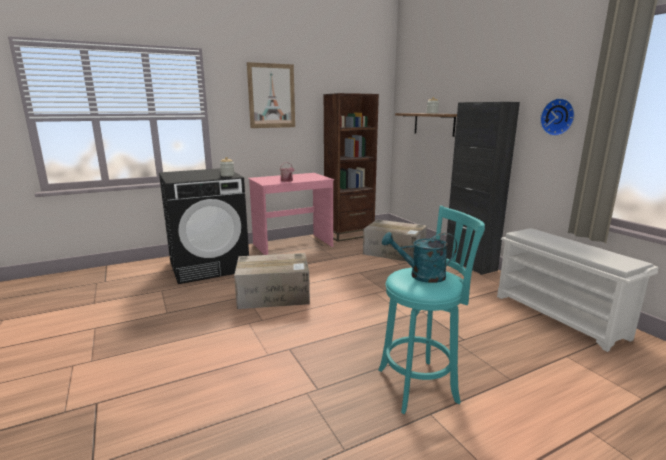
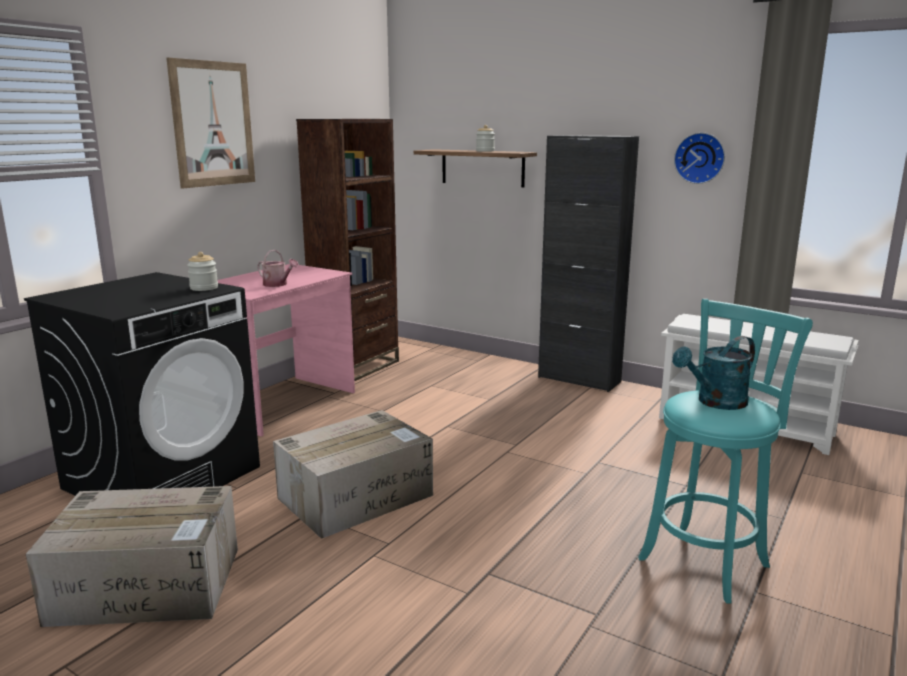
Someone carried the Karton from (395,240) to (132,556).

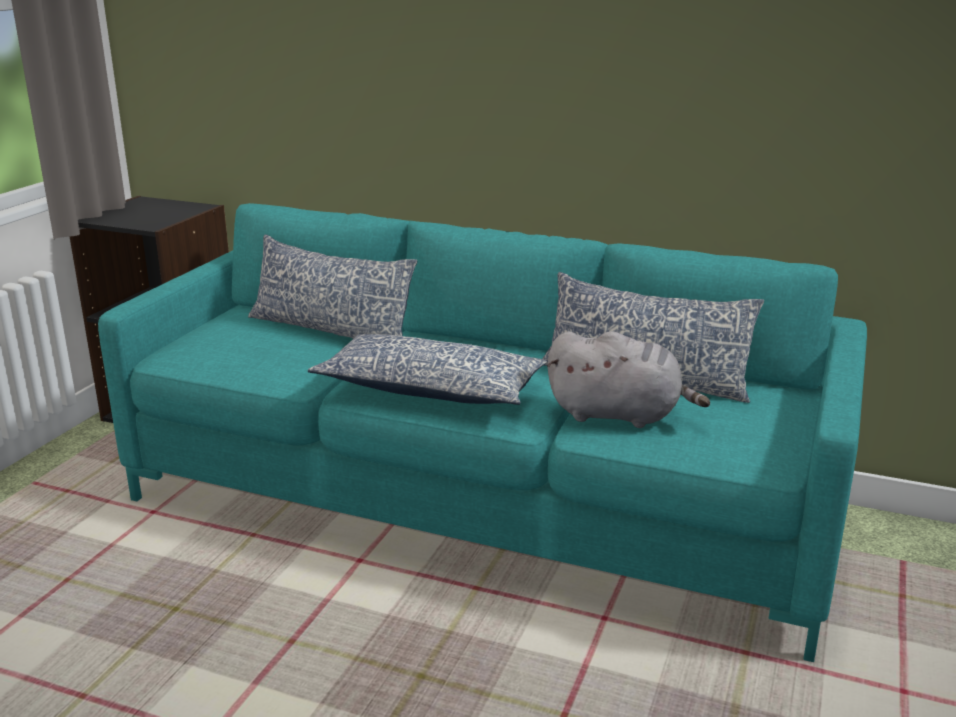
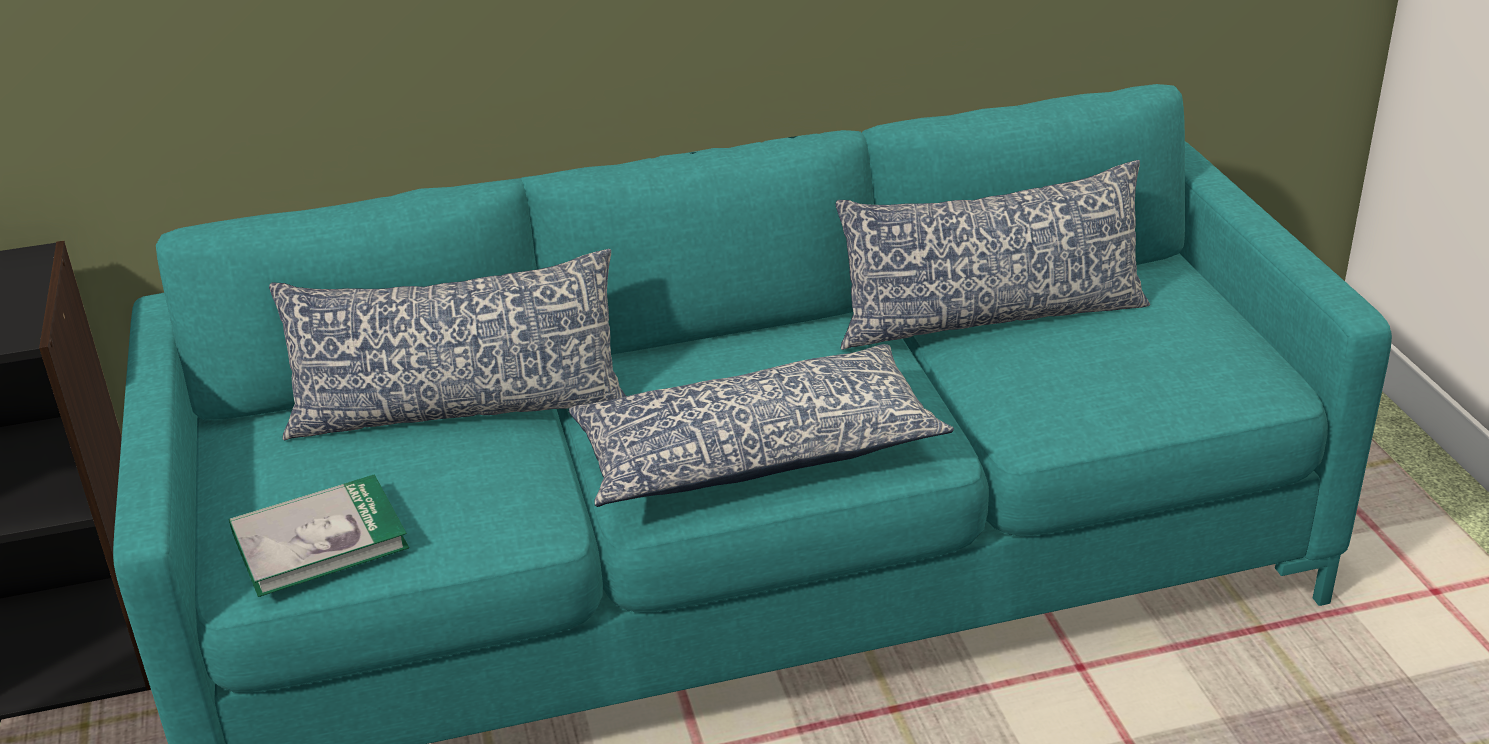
Someone put down the Buch at (319,535).
Someone took away the Plüschtier/grau at (628,379).

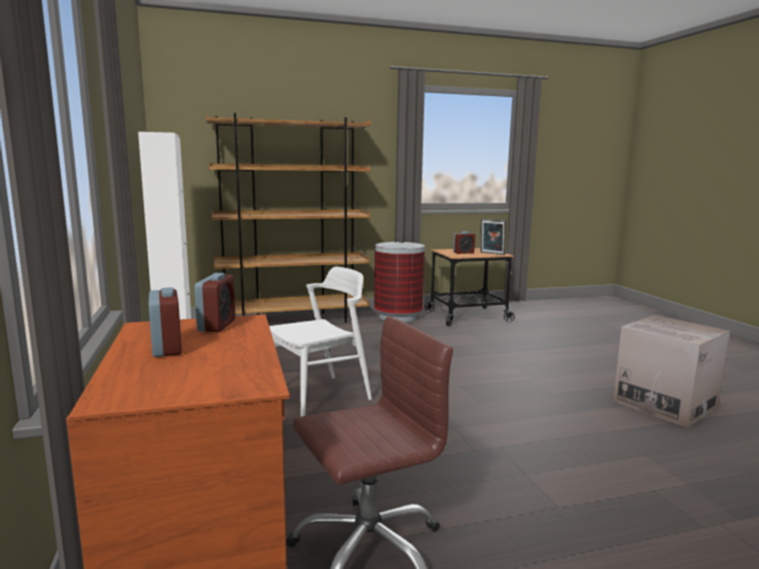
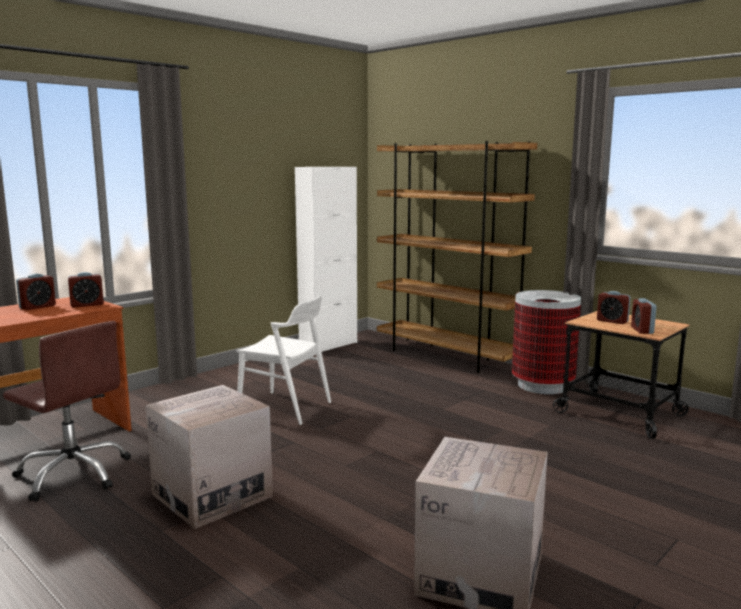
Someone put down the Karton at (209,457).
Someone swapped the Bilderrahmen at (493,237) for the Wecker at (643,316).

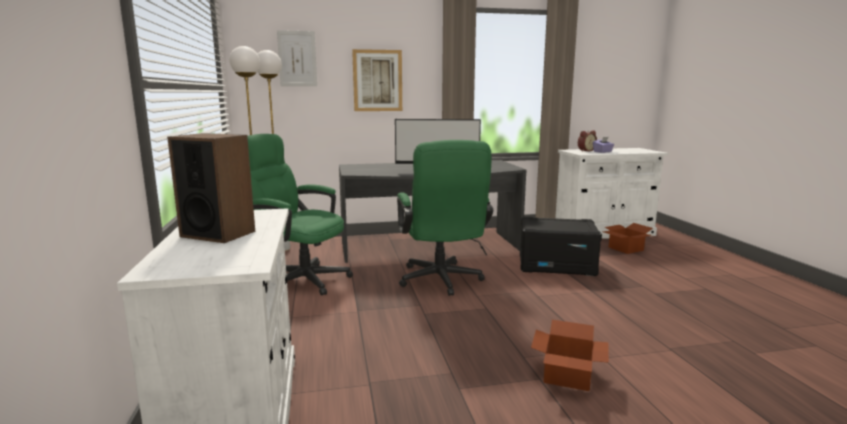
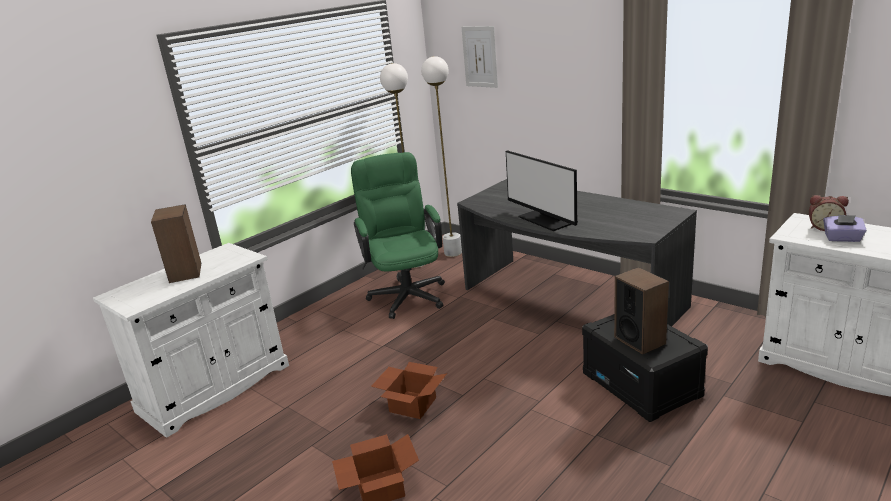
Someone carried the Karton from (628,238) to (409,390).
Someone put down the Lautsprecher at (641,310).
Someone took away the Bild at (377,80).
Someone took away the Bürostuhl/grün at (445,218).

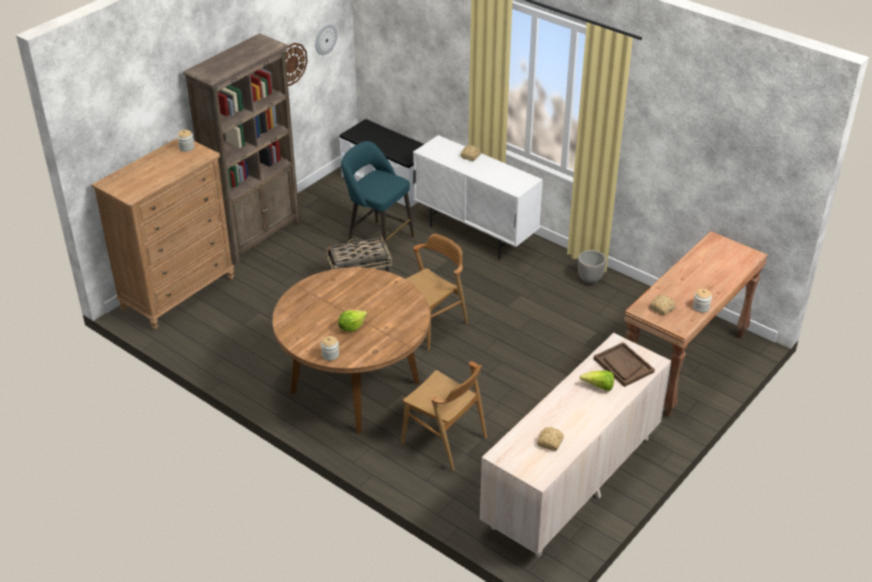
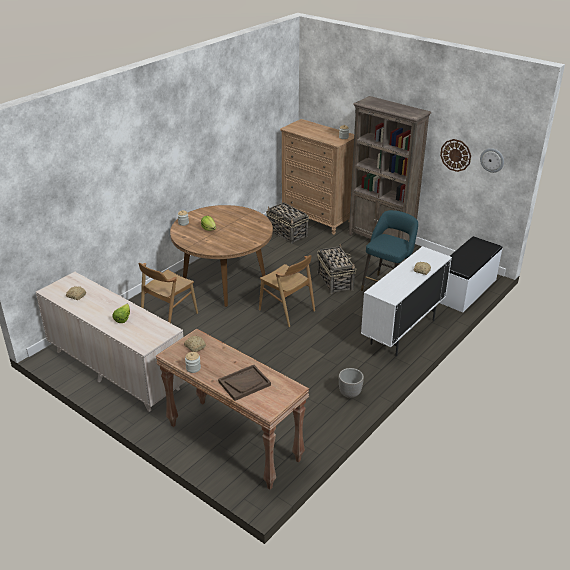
Someone carried the Tablett/braun from (624,364) to (244,383).
Someone put down the Korb at (287,223).

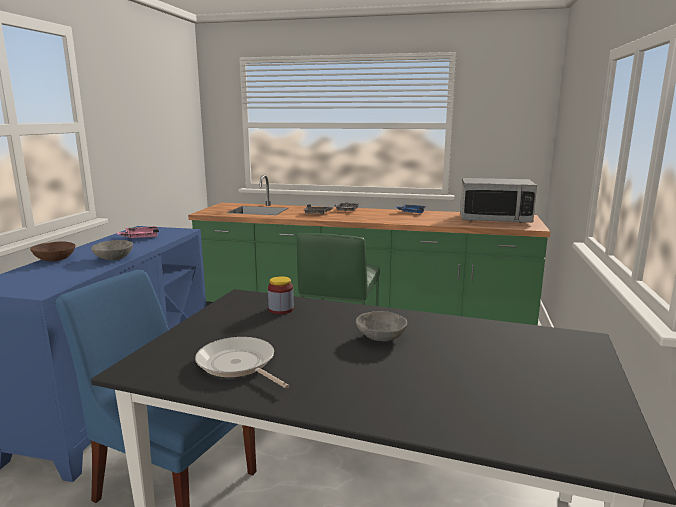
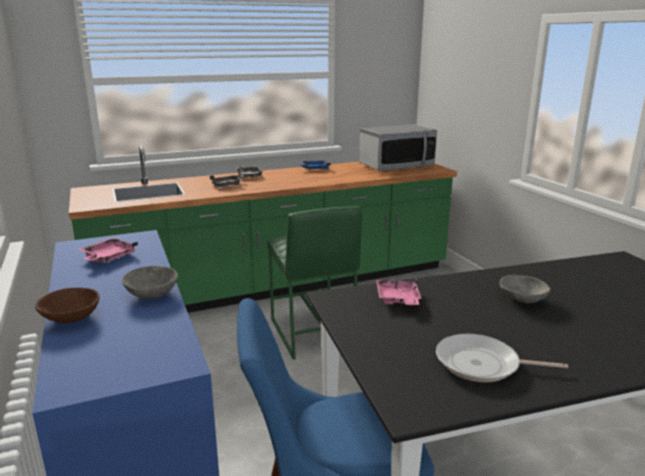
Someone swapped the Vorratsglas at (281,295) for the Tablett/rosa at (399,291).

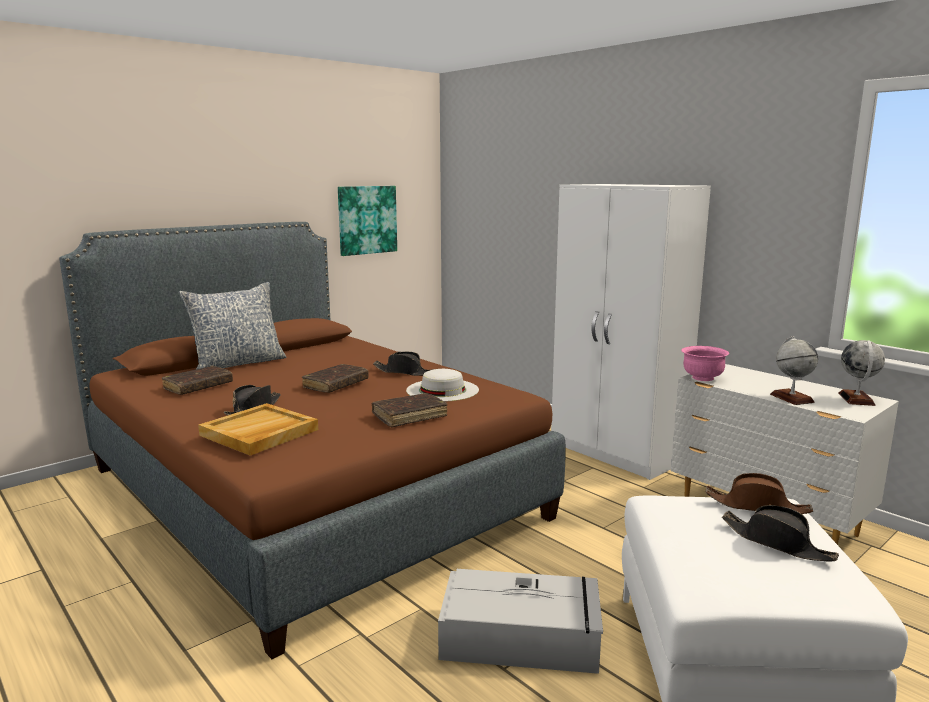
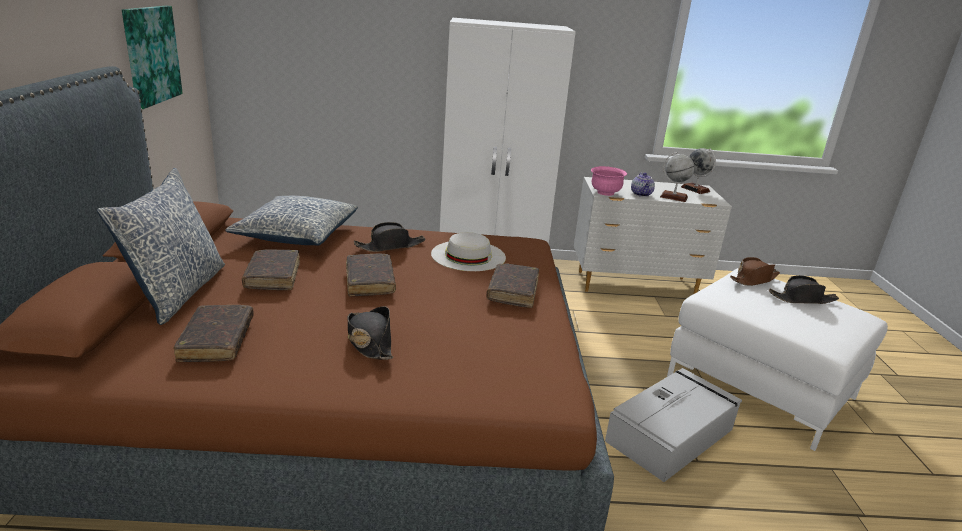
Someone put down the Kissen at (291,221).
Someone put down the Buch/braun at (271,269).
Someone put down the Teekanne at (643,185).
Someone took away the Tablett/beige at (258,429).

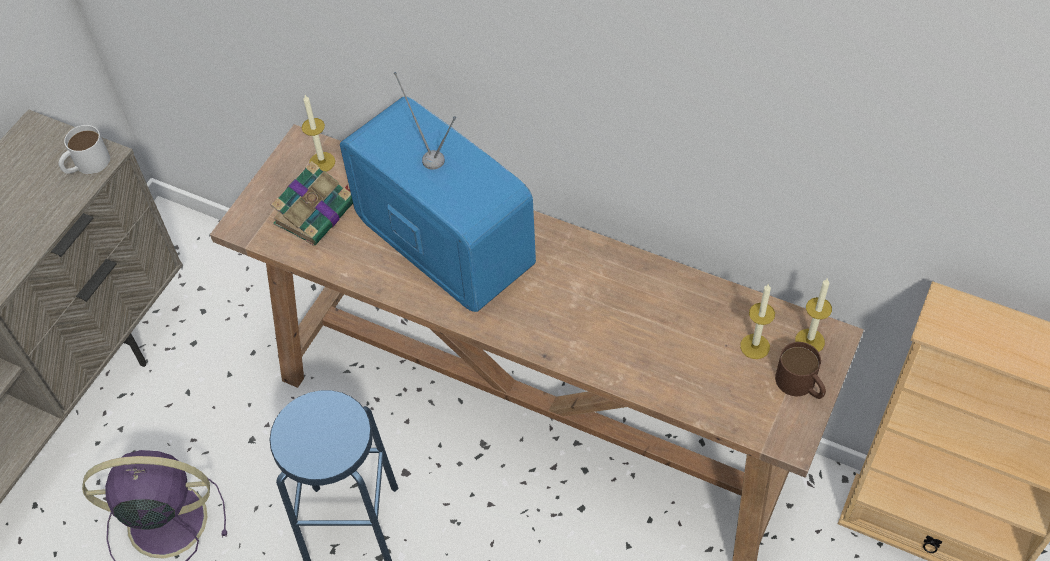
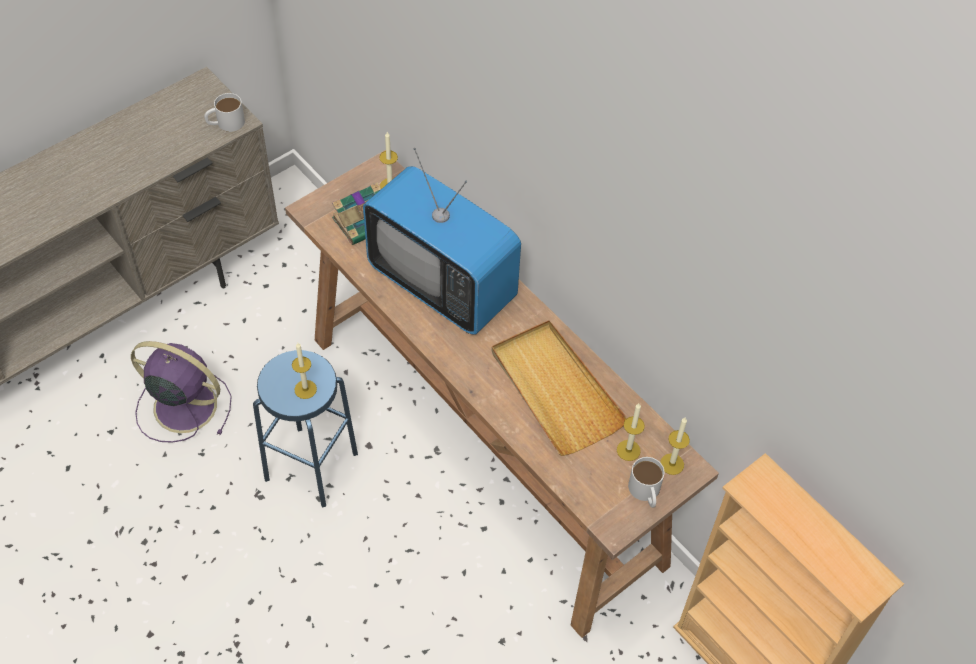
Someone put down the Kerze at (304,371).
Someone rotated the Fernseher at (438,192) by 150 degrees clockwise.
Someone put down the Tablett/beige at (559,388).
Someone repainted the Henkelbecher/braun at (800,370), which became the Henkelbecher/weiß at (646,482).

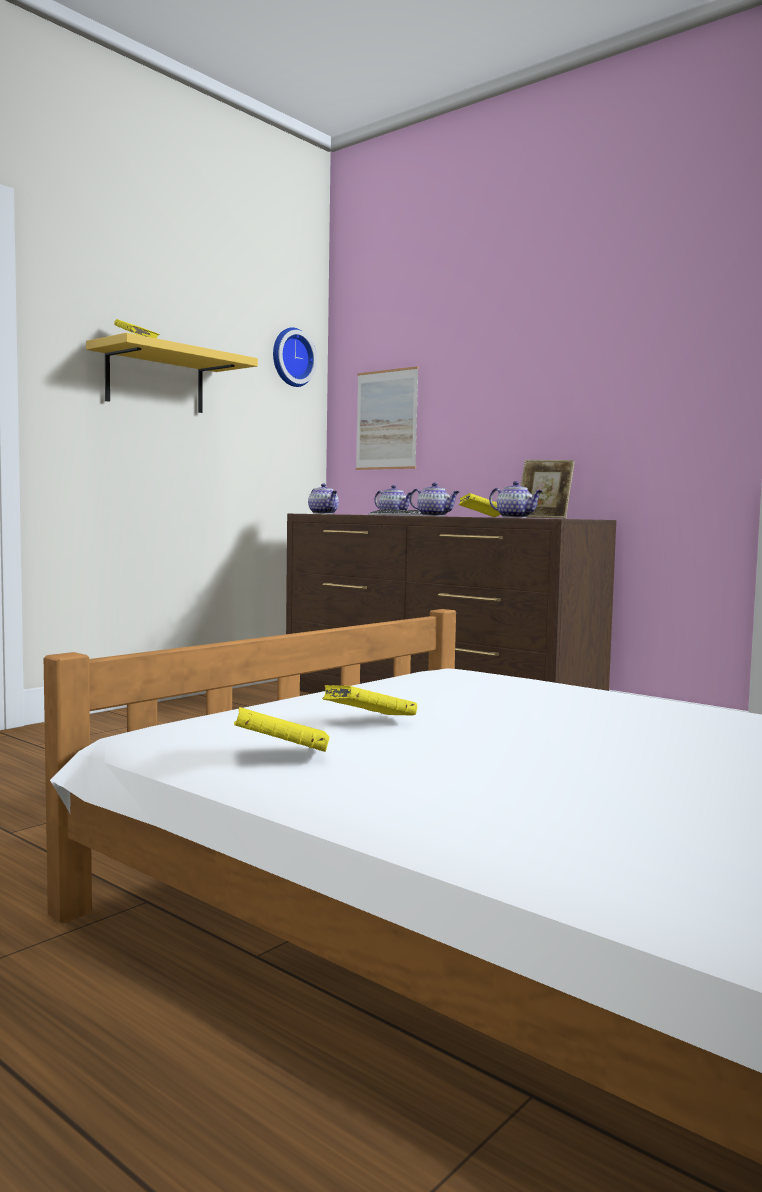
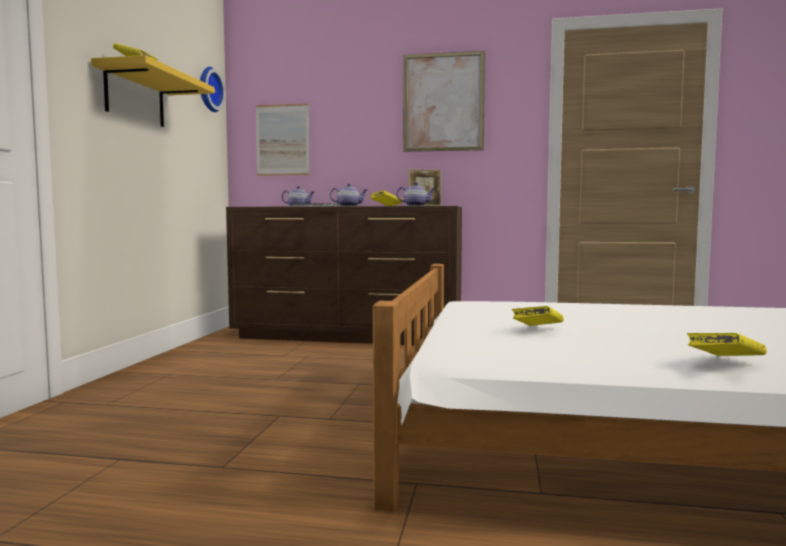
Someone put up the Bild at (444,101).
Someone carried the Buch/gelb from (282,729) to (727,344).
Someone took away the Teekanne at (323,498).

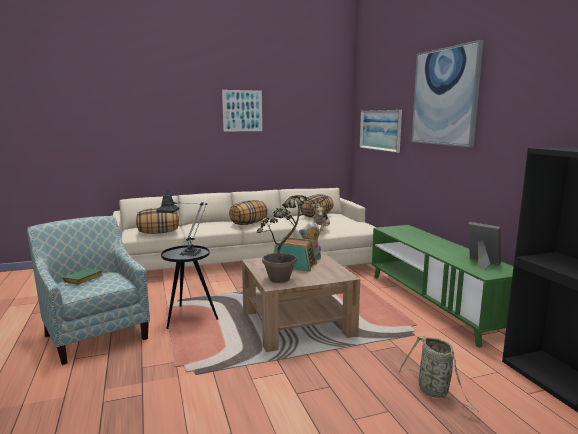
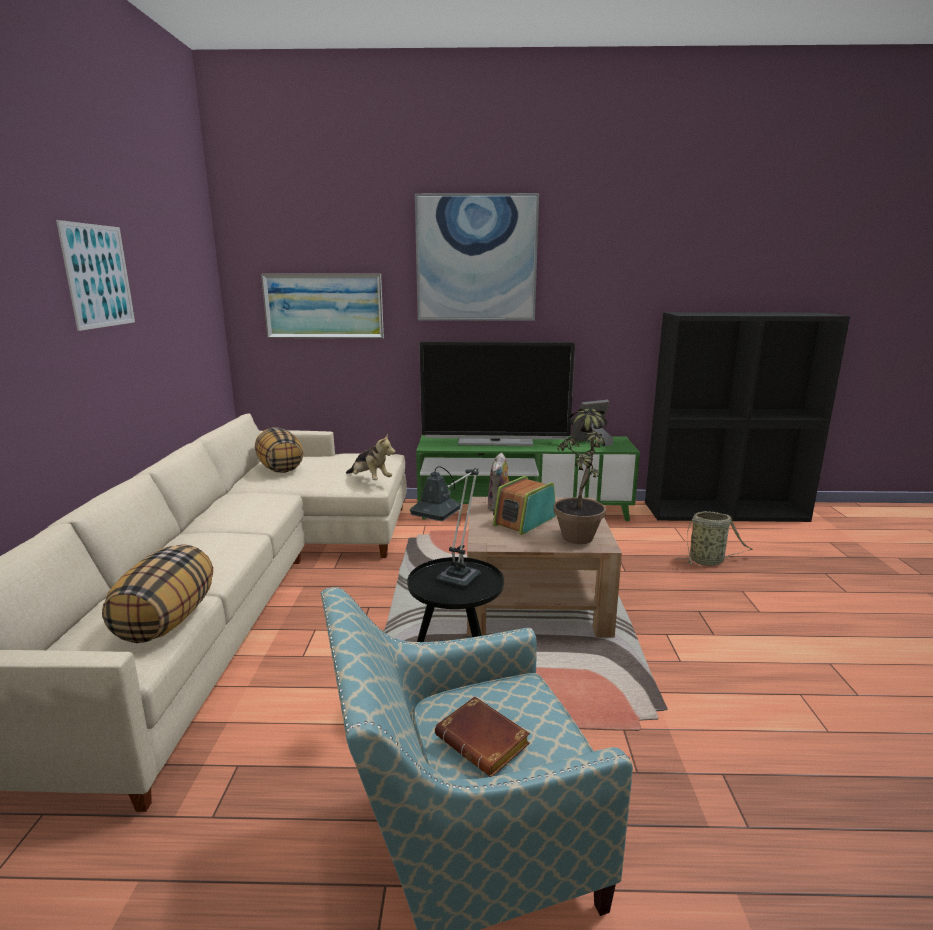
Someone put down the Fernseher at (497,394).
Someone repainted the Buch/grün at (82,276), which became the Buch/braun at (482,736).
Someone took away the Kissen at (248,212).

